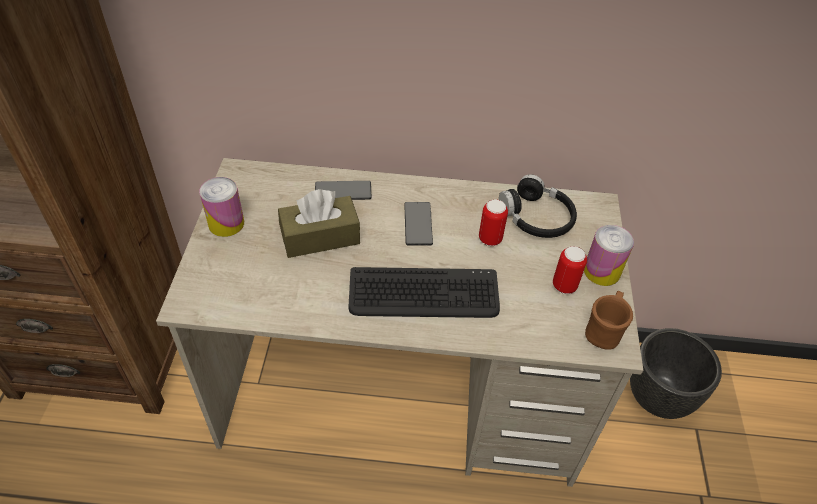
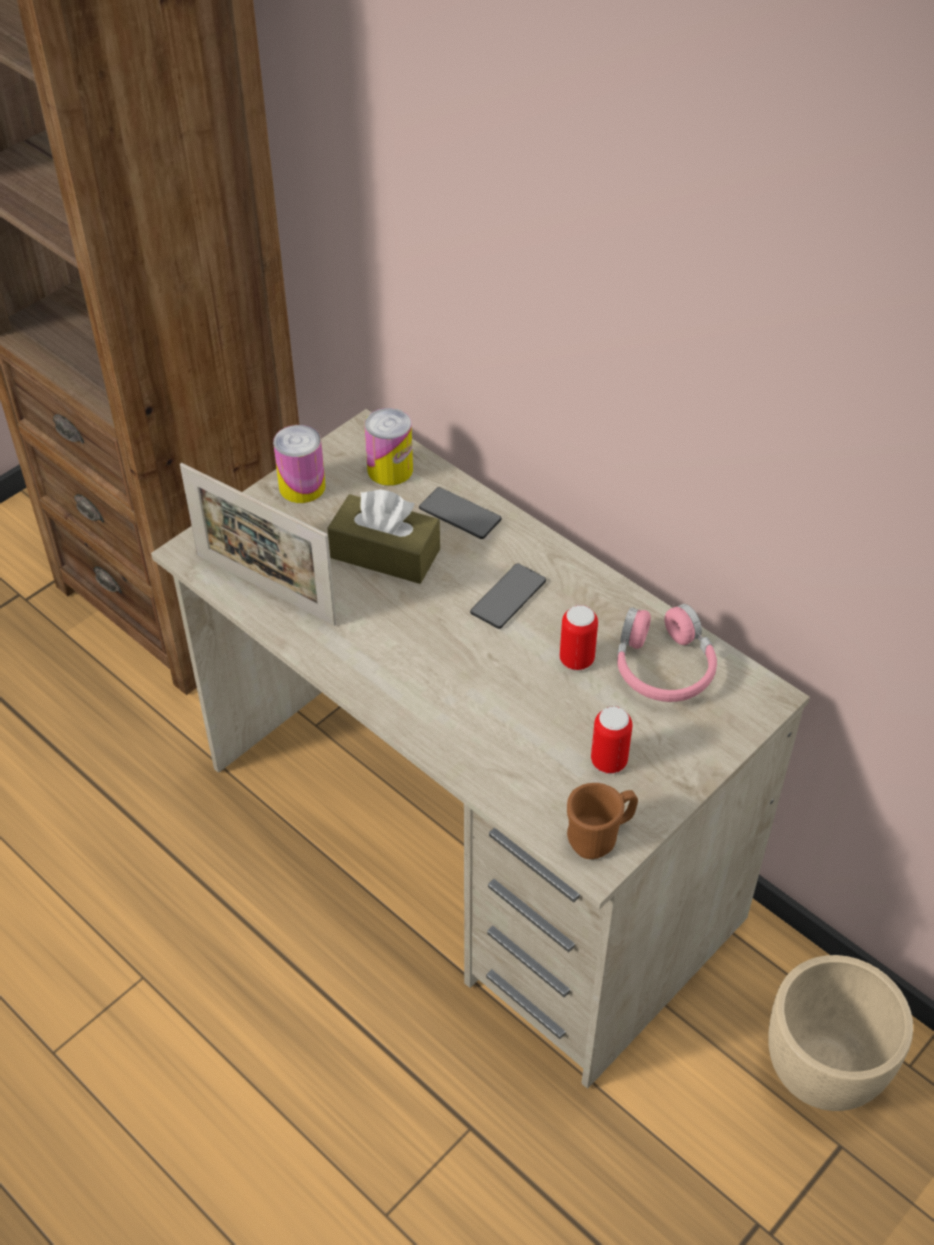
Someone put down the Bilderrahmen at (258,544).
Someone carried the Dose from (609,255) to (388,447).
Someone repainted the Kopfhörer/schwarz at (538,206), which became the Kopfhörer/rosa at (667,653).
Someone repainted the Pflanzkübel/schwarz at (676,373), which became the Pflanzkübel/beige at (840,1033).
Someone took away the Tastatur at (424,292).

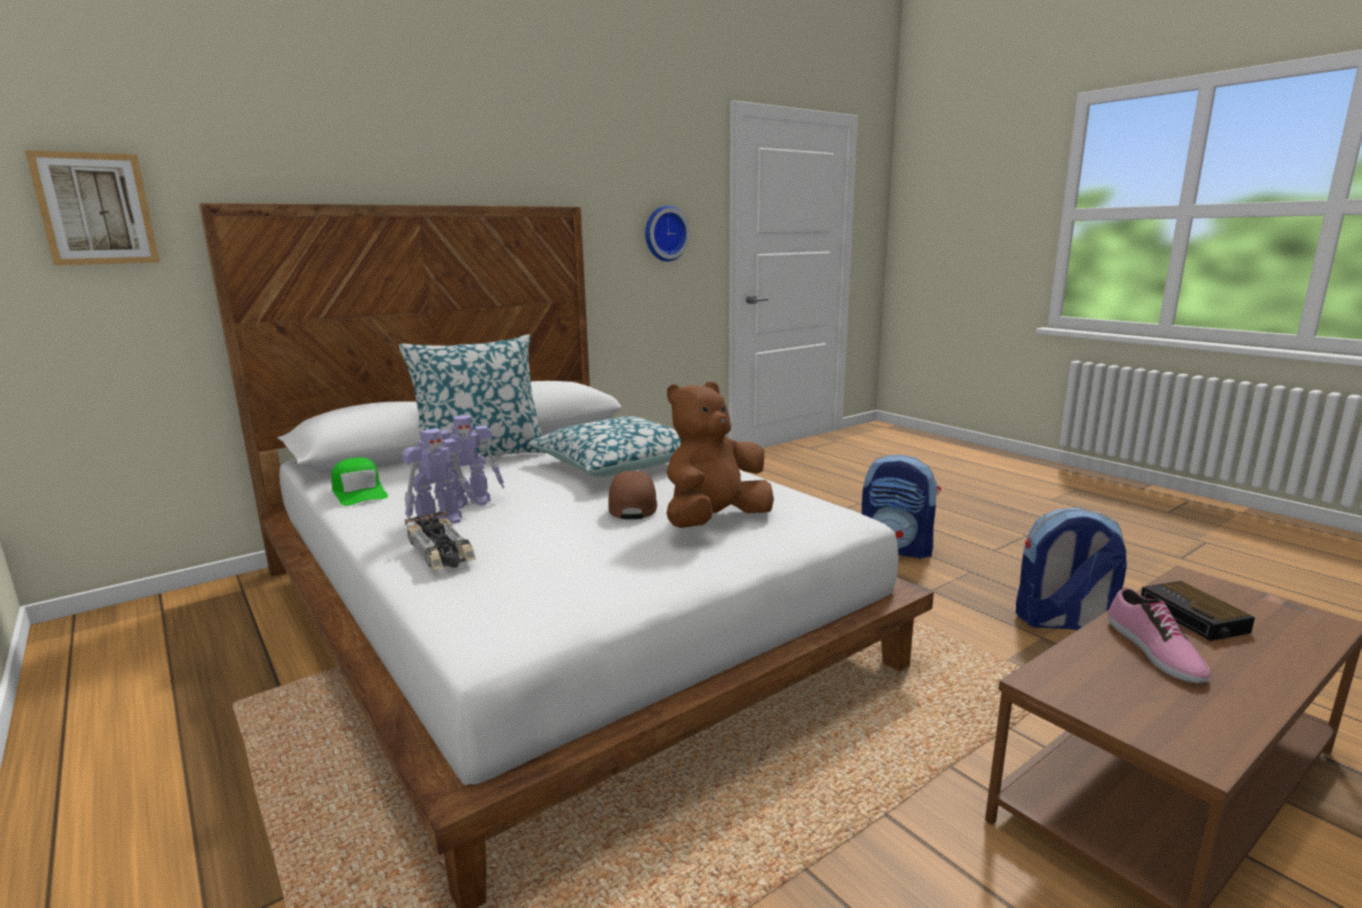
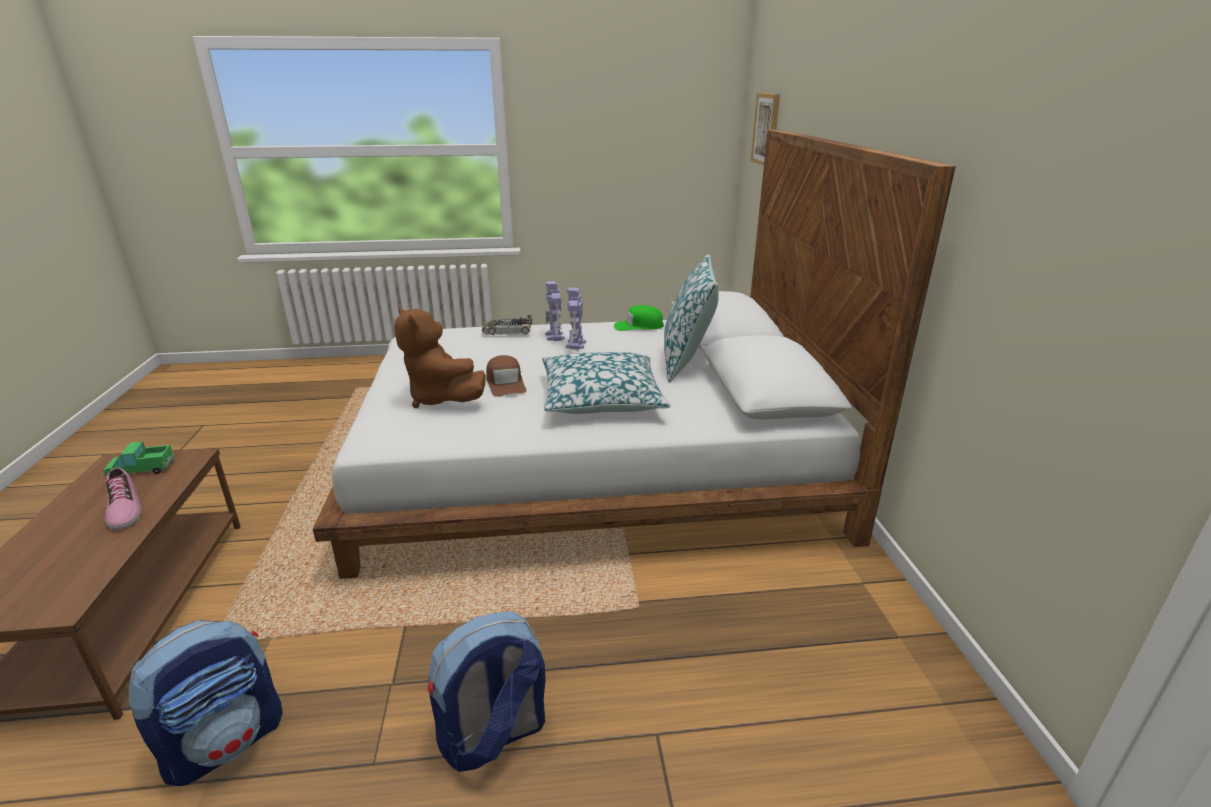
Someone put down the Spielzeuglaster at (139,458).
Someone rotated the Schuh at (1159,635) by 150 degrees counterclockwise.
Someone rotated the Plüschtier/braun at (720,454) by 150 degrees clockwise.
Someone rotated the Kappe/braun at (632,495) by 45 degrees clockwise.
Someone took away the Wanduhr at (667,233).
Someone took away the Wecker at (1198,611).

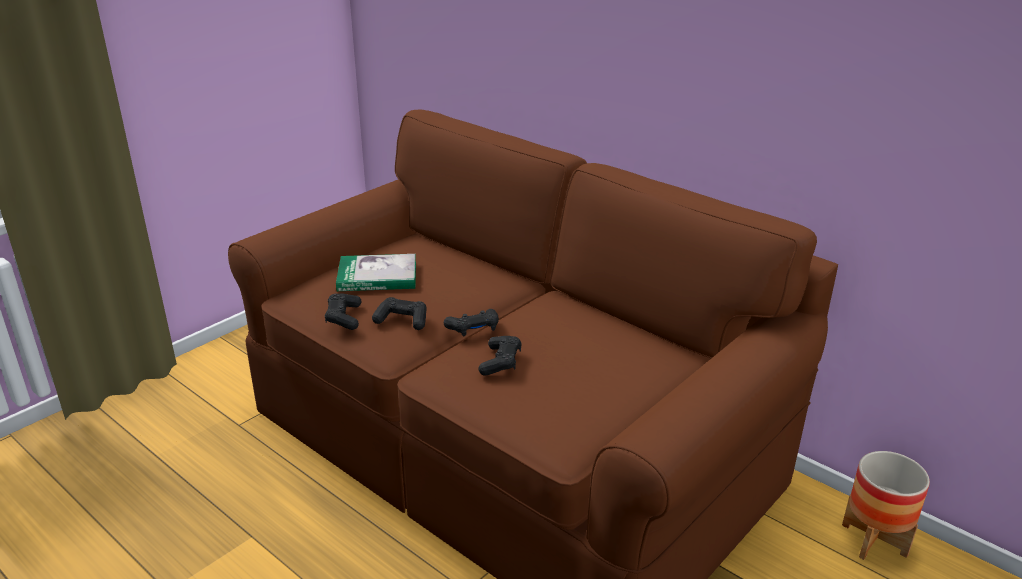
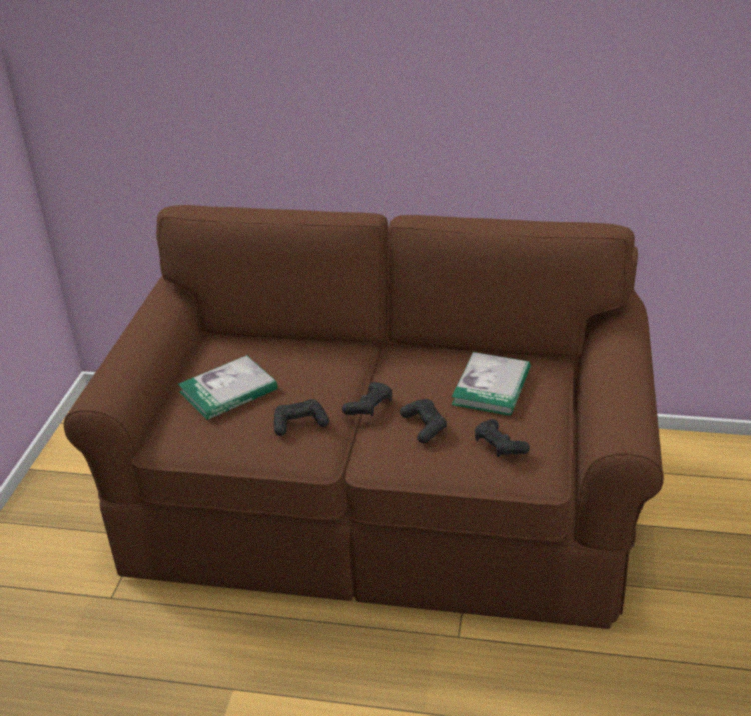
Someone put down the Buch at (491,384).
Someone carried the Gamepad/schwarz from (343,311) to (502,438).
Someone took away the Pflanzkübel at (886,505).

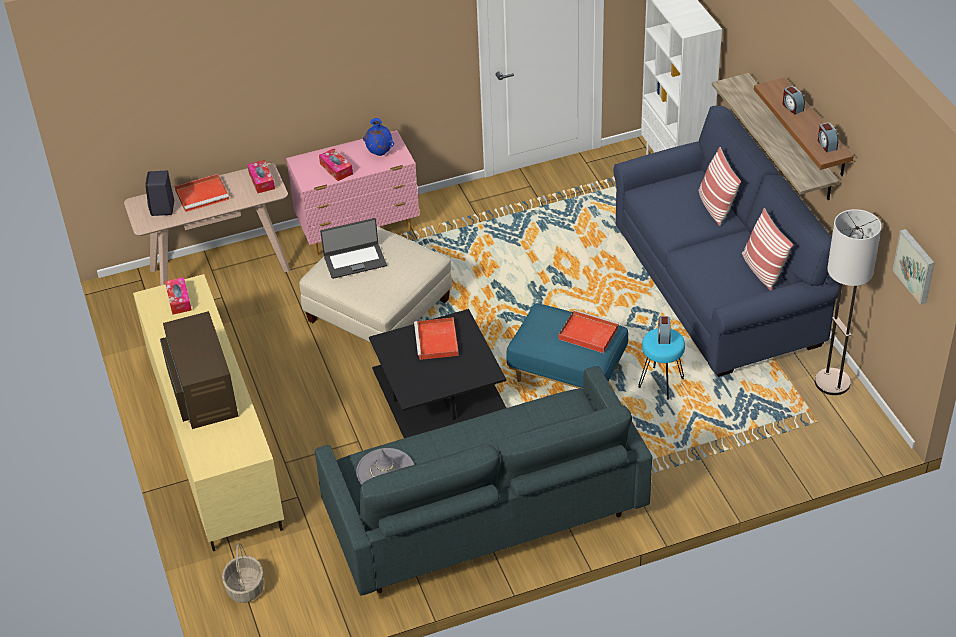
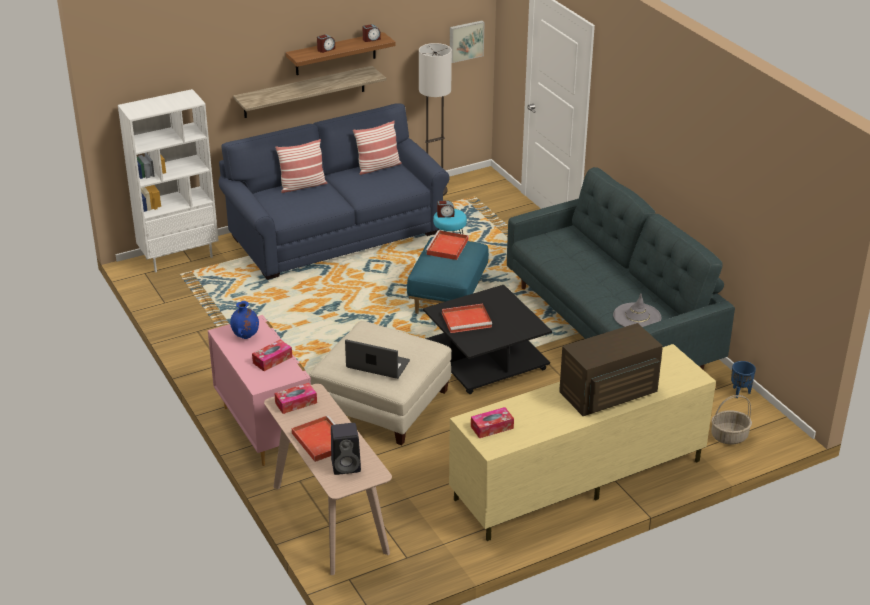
Someone rotated the Laptop at (353,248) by 45 degrees counterclockwise.
Someone put down the Pflanzkübel/blau at (743,379).

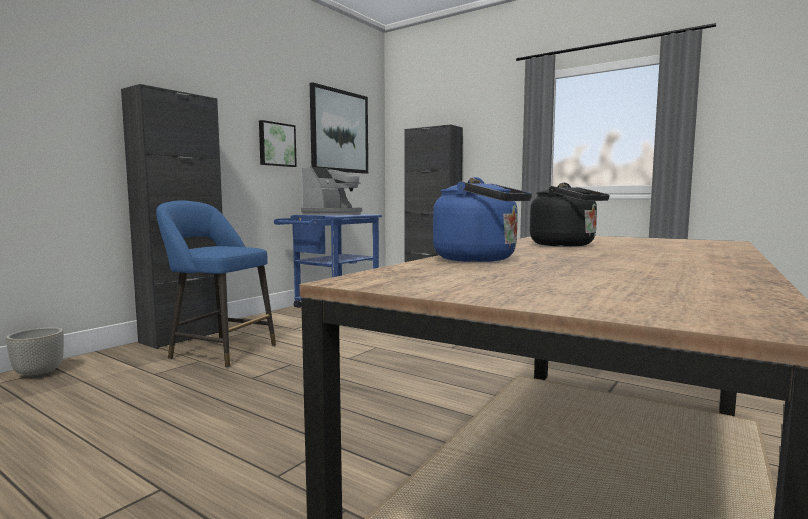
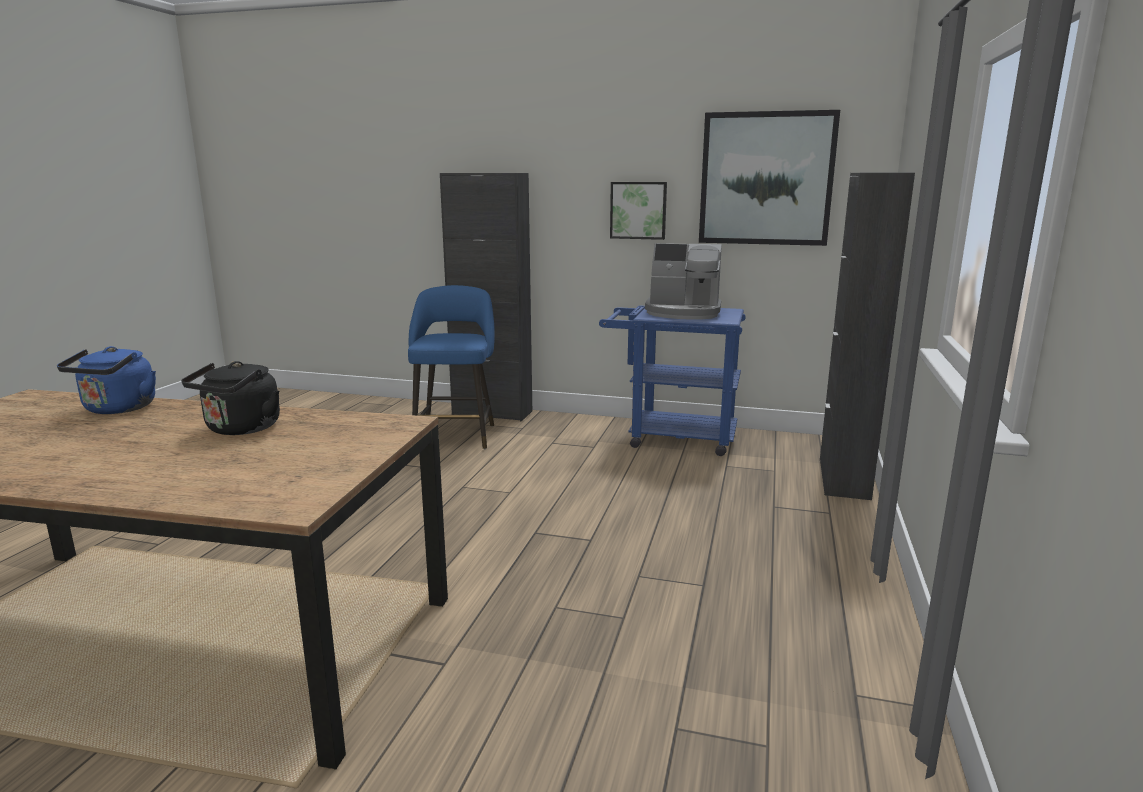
Someone took away the Pflanzkübel/grau at (35,352).

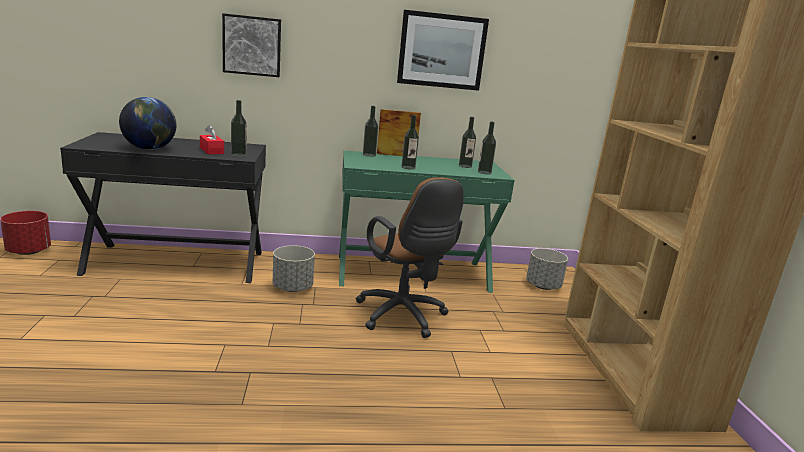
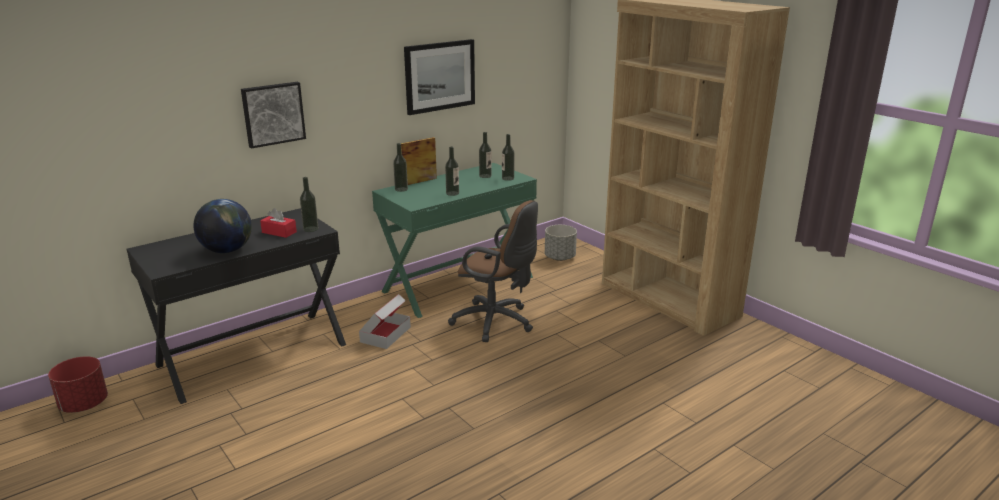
Someone swapped the Pflanzkübel/grau at (294,268) for the Karton at (385,321).

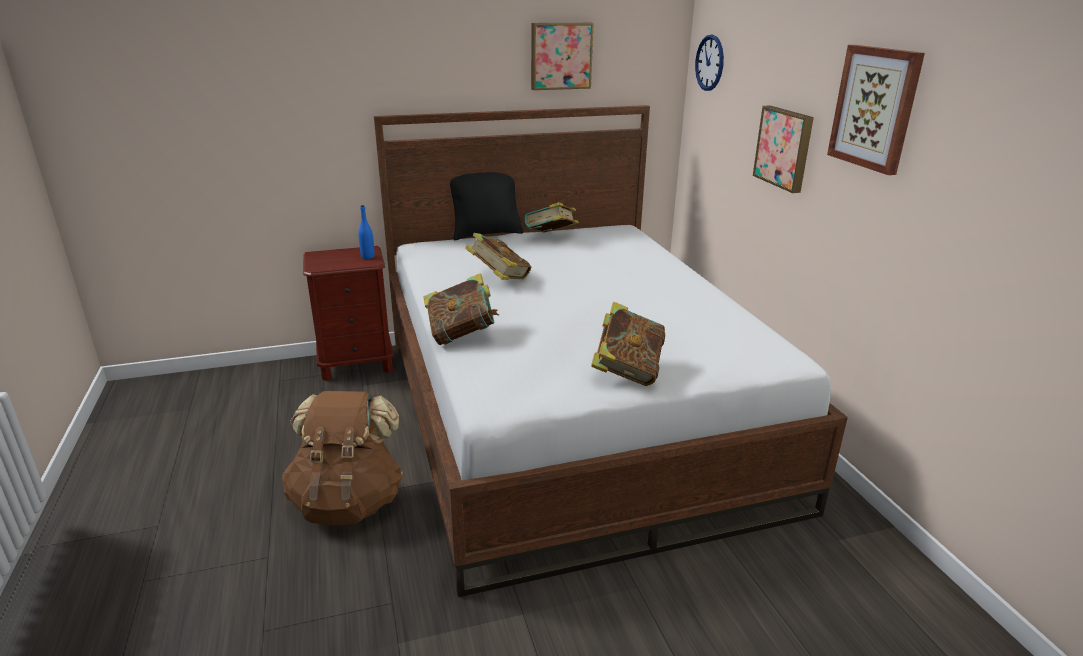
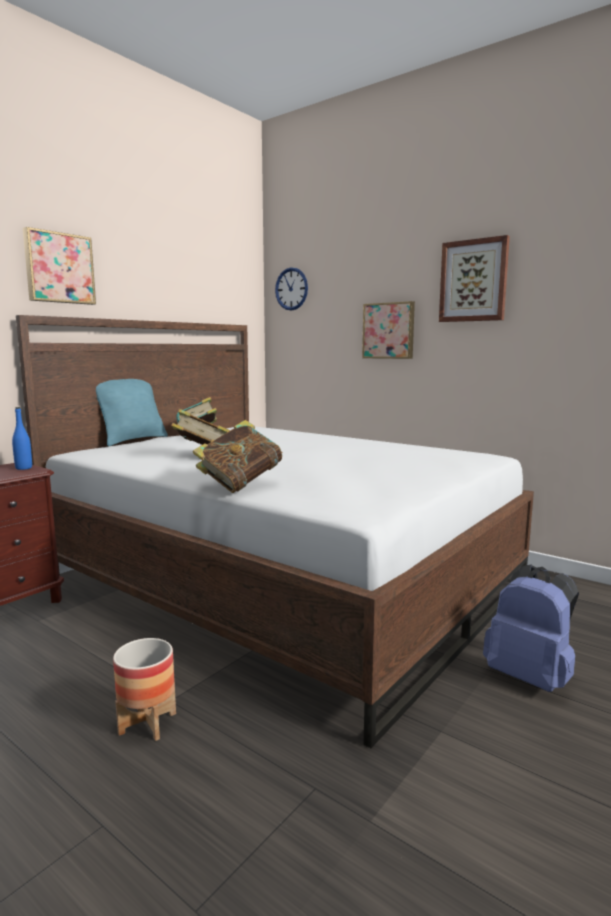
Someone carried the Bild from (562,56) to (59,266).
Someone repainted the Kissen/schwarz at (486,206), which became the Kissen/türkis at (132,412).
Someone swapped the Rucksack/braun at (342,458) for the Pflanzkübel at (144,689).
Someone put down the Rucksack/blau at (531,628).
Someone took away the Buch at (628,344).

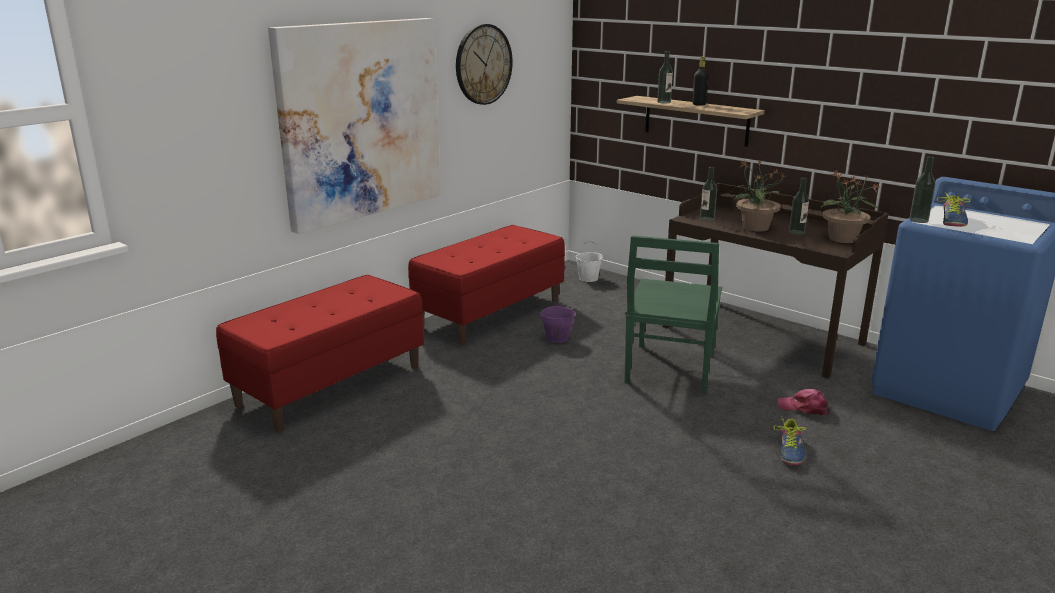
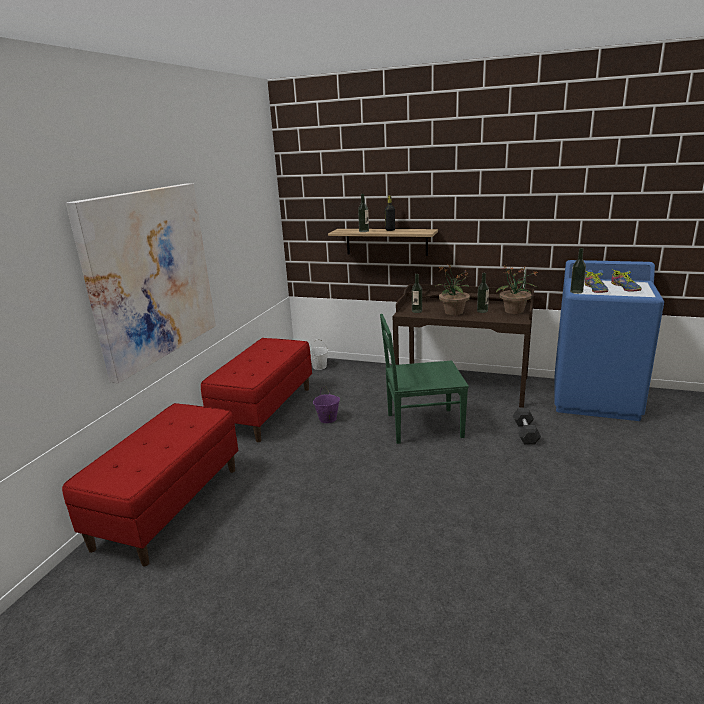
Someone rotated the Stuhl/grün at (673,314) by 90 degrees clockwise.
Someone swapped the Kappe/rosa at (803,402) for the Hantel/grau at (527,426).
Someone carried the Schuh from (789,440) to (626,281).
Someone took away the Wanduhr at (484,64).

